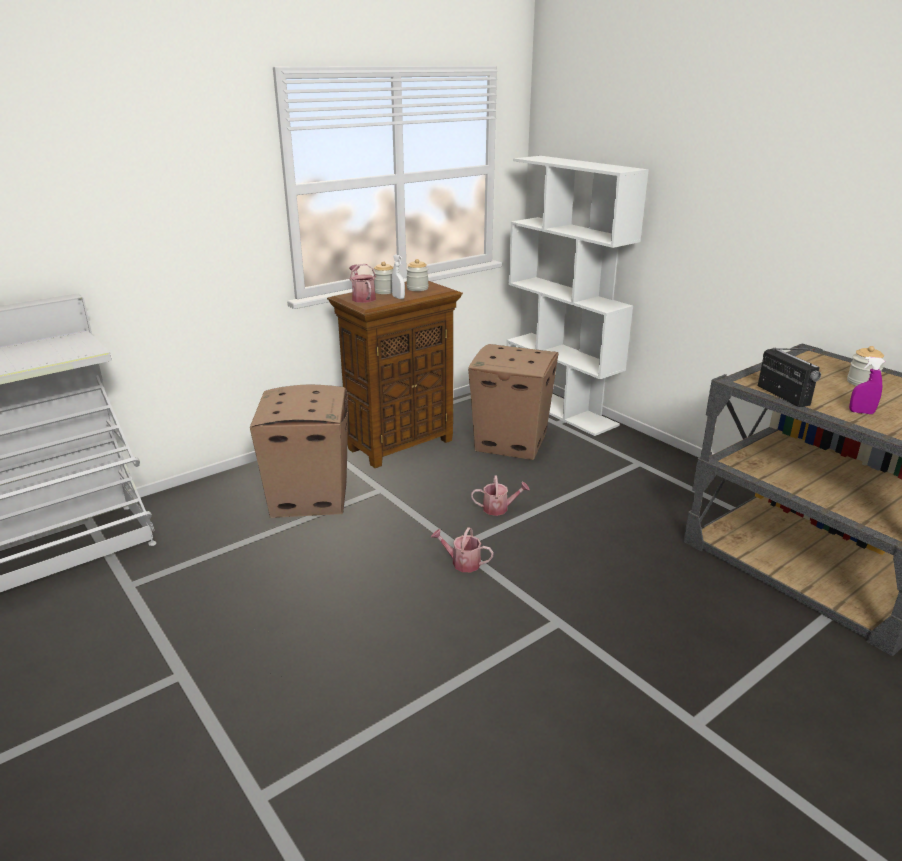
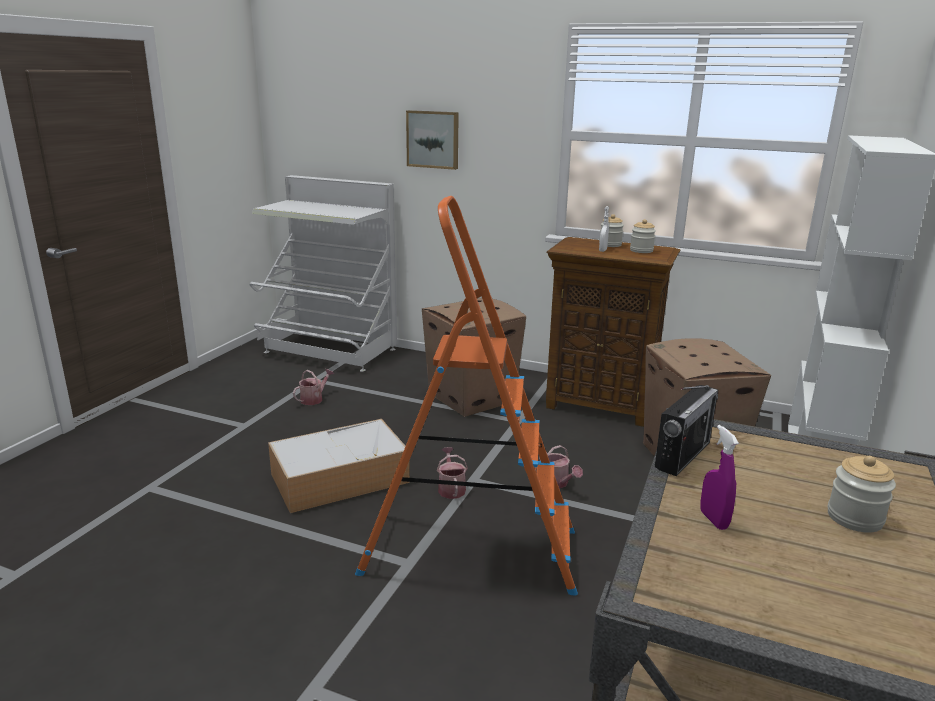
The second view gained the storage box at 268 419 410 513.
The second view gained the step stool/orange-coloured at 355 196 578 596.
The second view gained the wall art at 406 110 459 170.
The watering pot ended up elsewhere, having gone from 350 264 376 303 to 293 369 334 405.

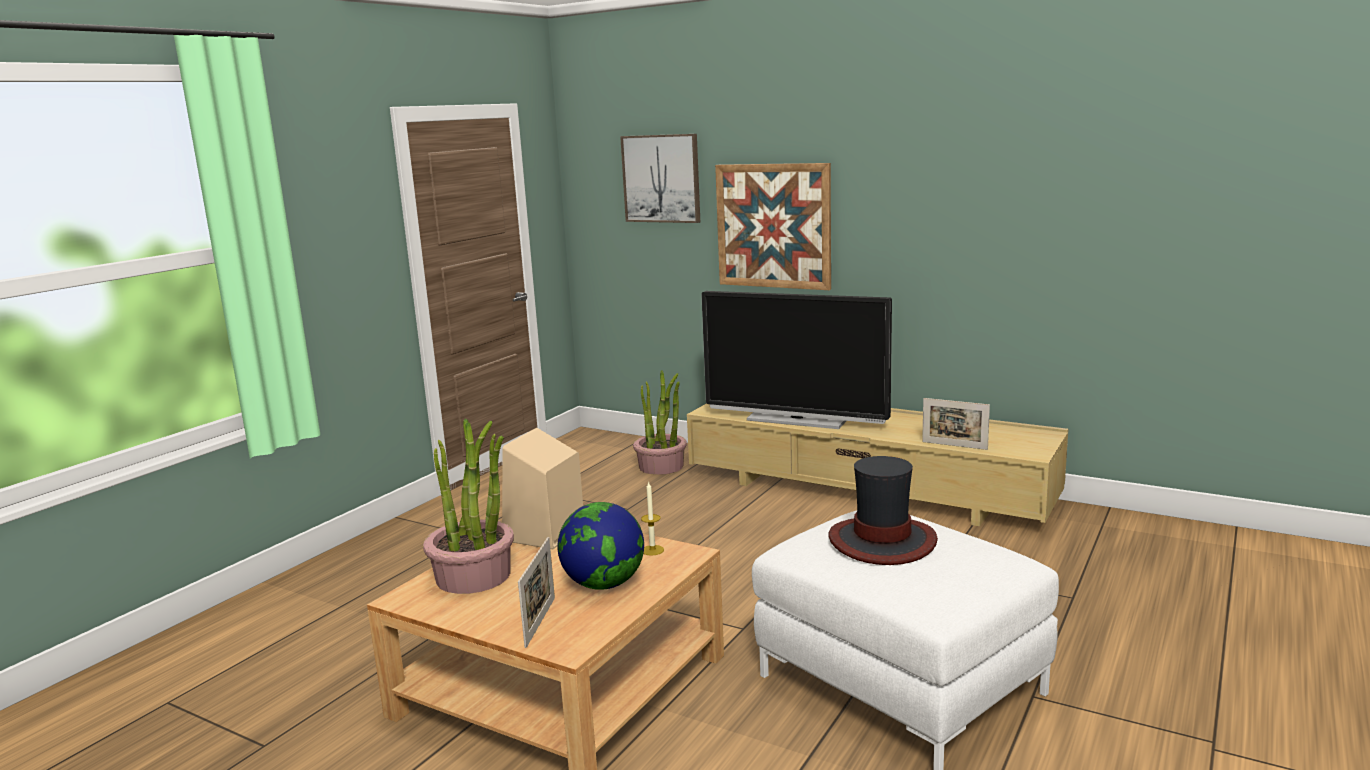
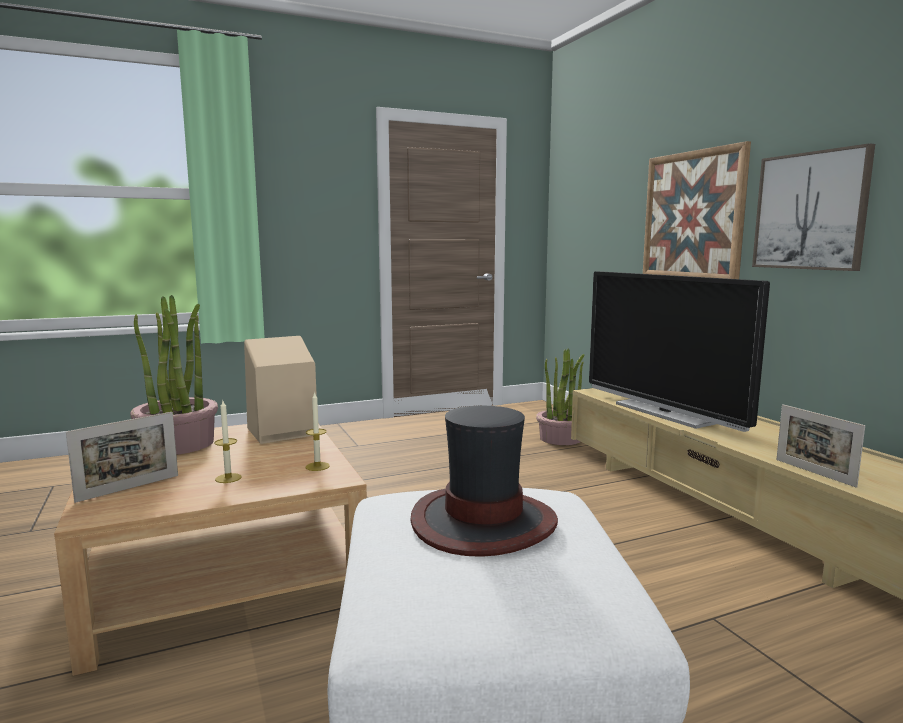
The wall art ended up elsewhere, having gone from 620 134 700 223 to 752 143 875 271.
Where the globe stood at 557 502 644 590, the wax candle came to stand at 214 401 242 483.

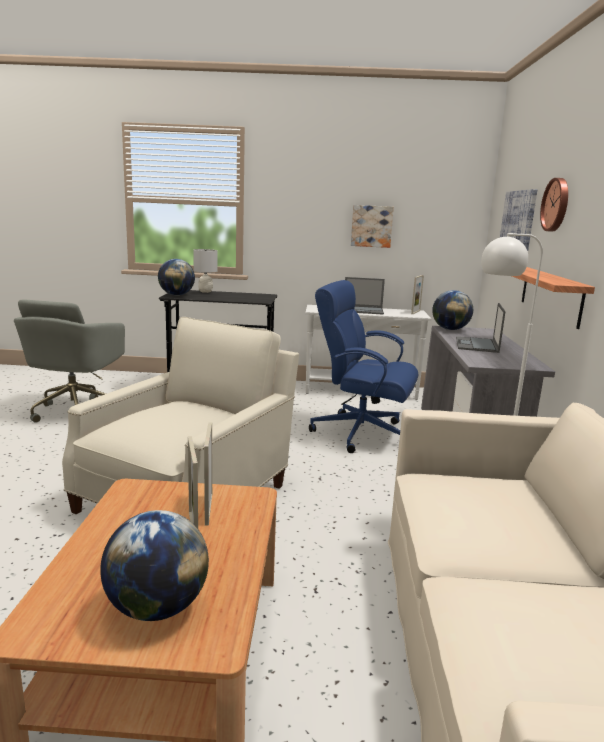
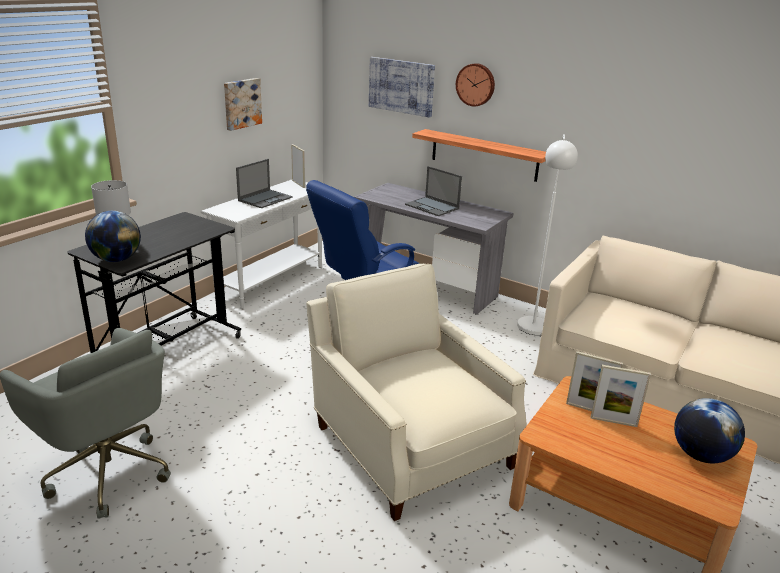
The second view lost the globe at 432 290 473 330.

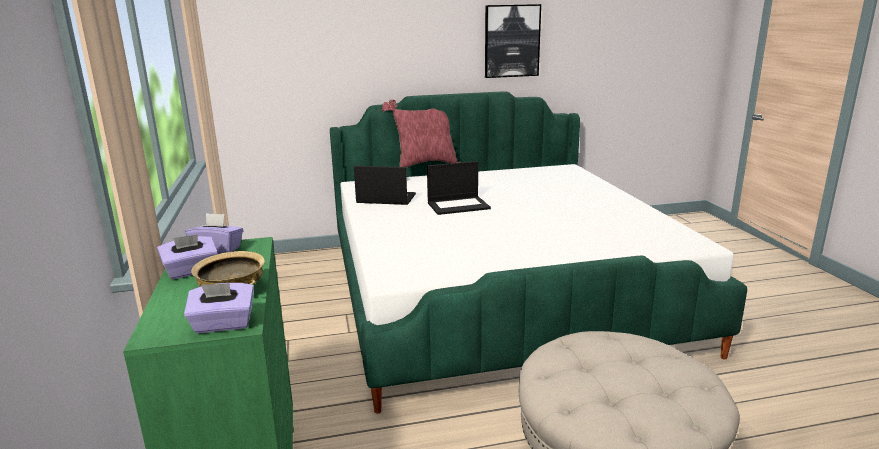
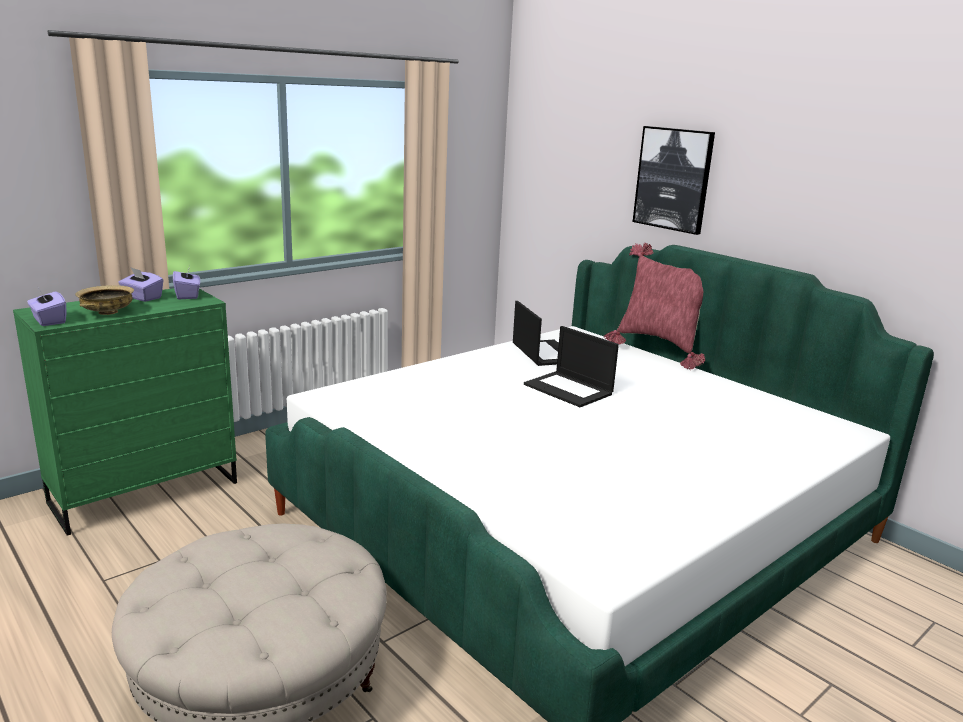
The wall art ended up elsewhere, having gone from 485 4 541 78 to 633 126 715 235.

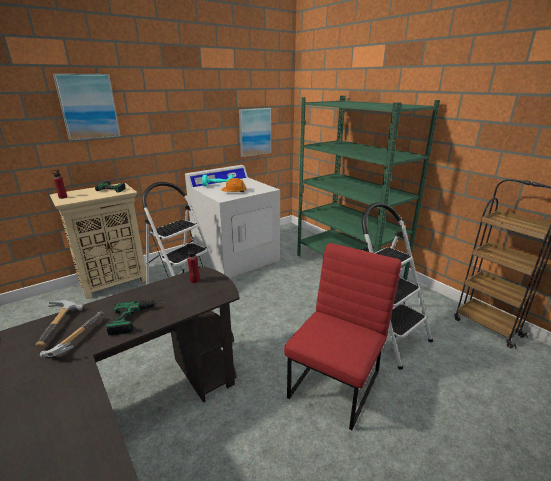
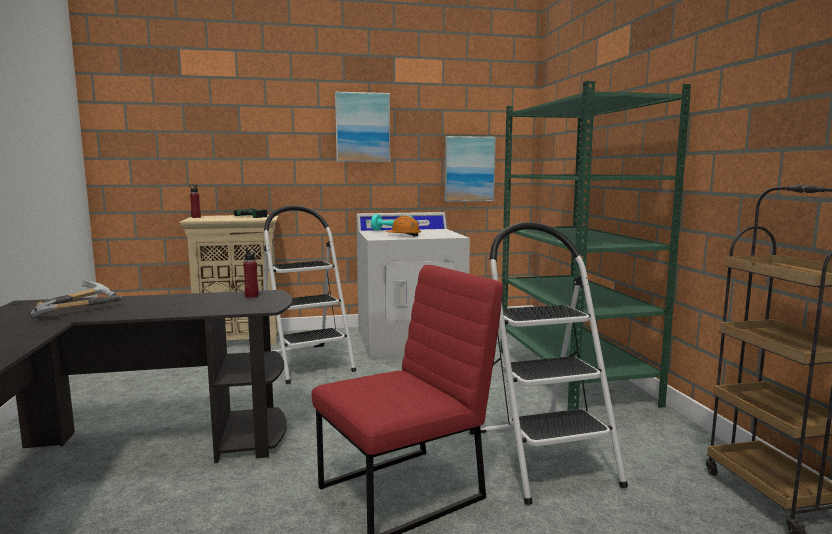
The second view lost the electric drill at 106 300 165 336.
The wall art ended up elsewhere, having gone from 53 73 121 141 to 335 92 390 162.

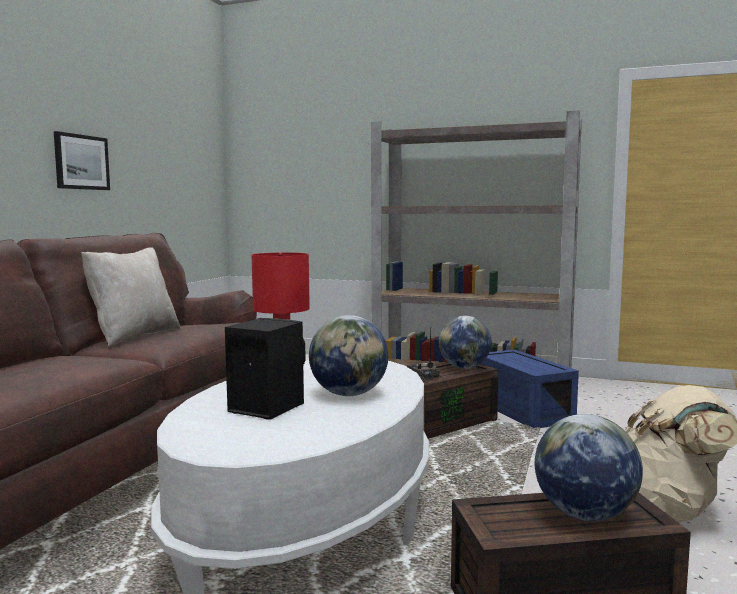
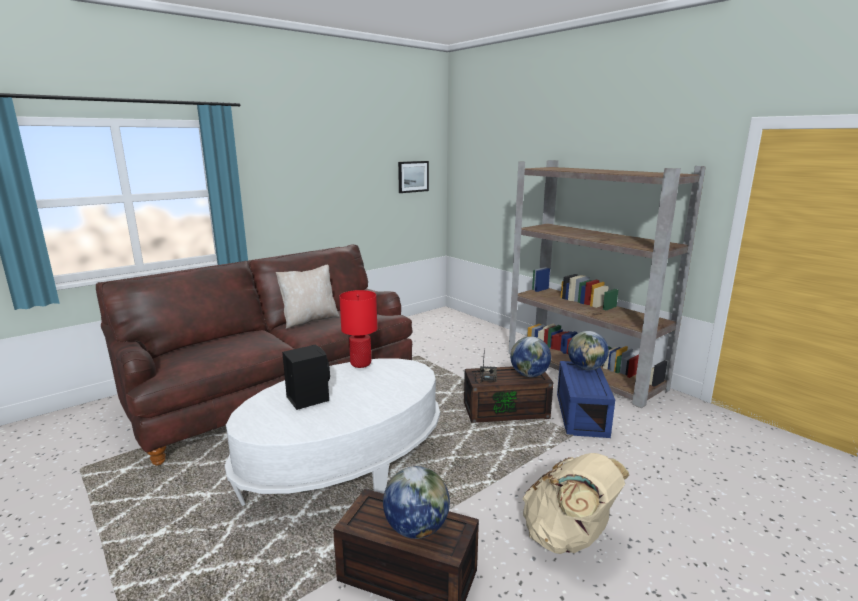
The wall art ended up elsewhere, having gone from 54 131 110 190 to 398 161 429 193.
The globe ended up elsewhere, having gone from 309 315 389 396 to 568 331 609 370.

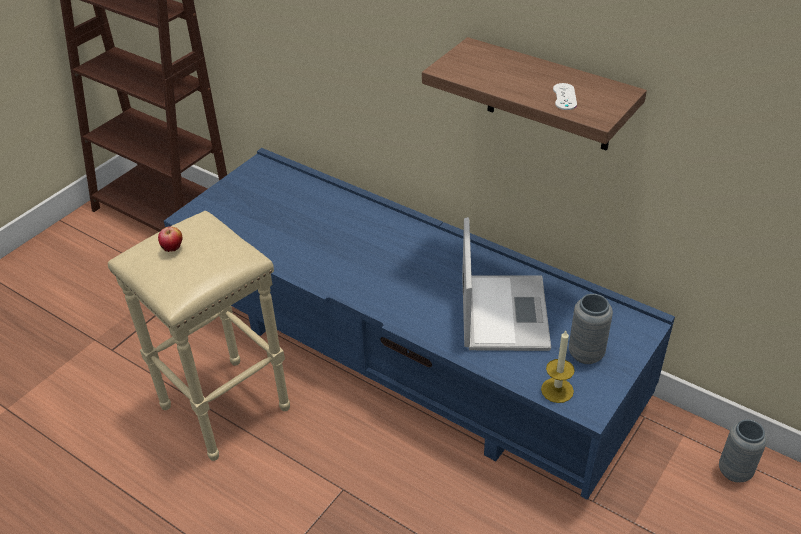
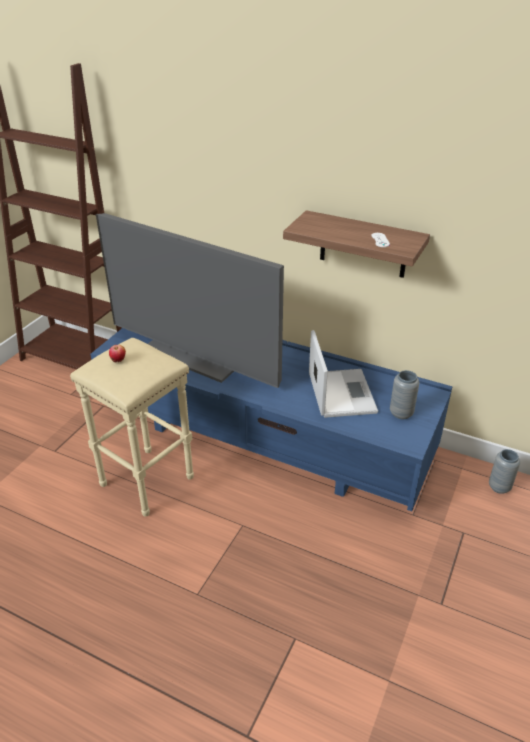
The second view lost the wax candle at 541 331 575 403.
The second view gained the TV at 96 213 284 388.

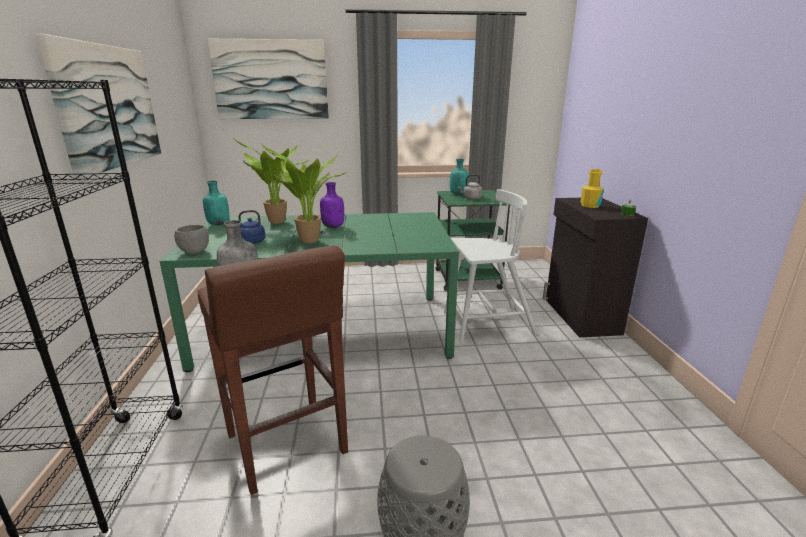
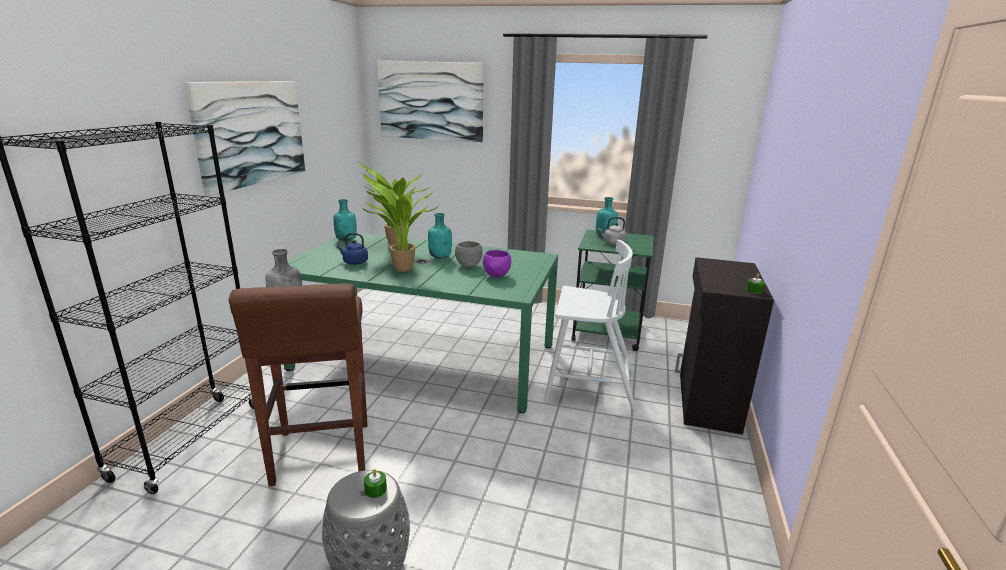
The second view lost the beverage bottle/yellow at 580 169 604 208.
The second view gained the wax candle/greenish at 364 469 387 498.
The second view gained the serving bowl/purplish at 483 250 511 277.
The serving bowl/grey ended up elsewhere, having gone from 174 224 209 254 to 455 241 483 267.
What was the beverage bottle/purplish at 320 182 344 228 turned into the beverage bottle/turquoise at 428 213 452 258.

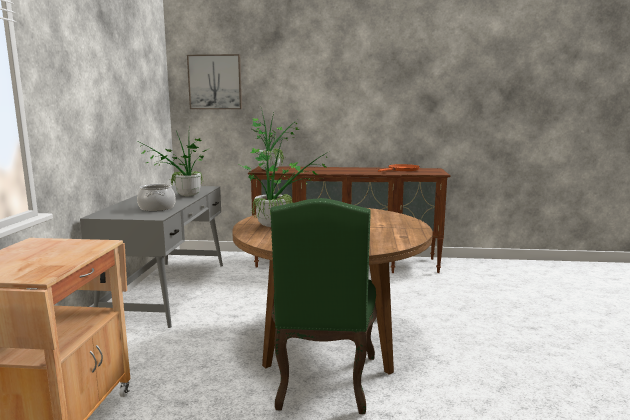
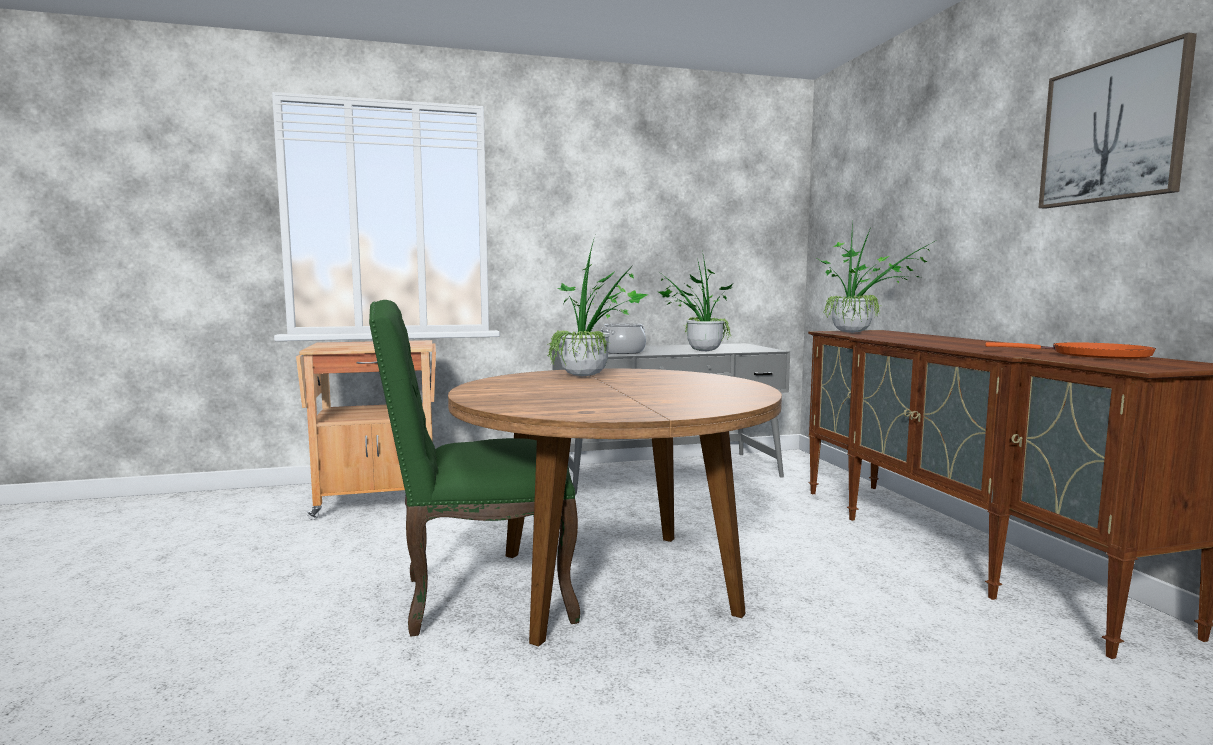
The wall art ended up elsewhere, having gone from 187 54 242 109 to 1039 32 1197 208.

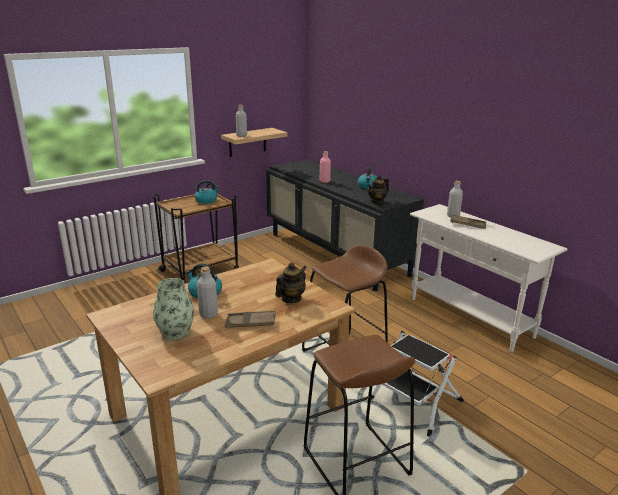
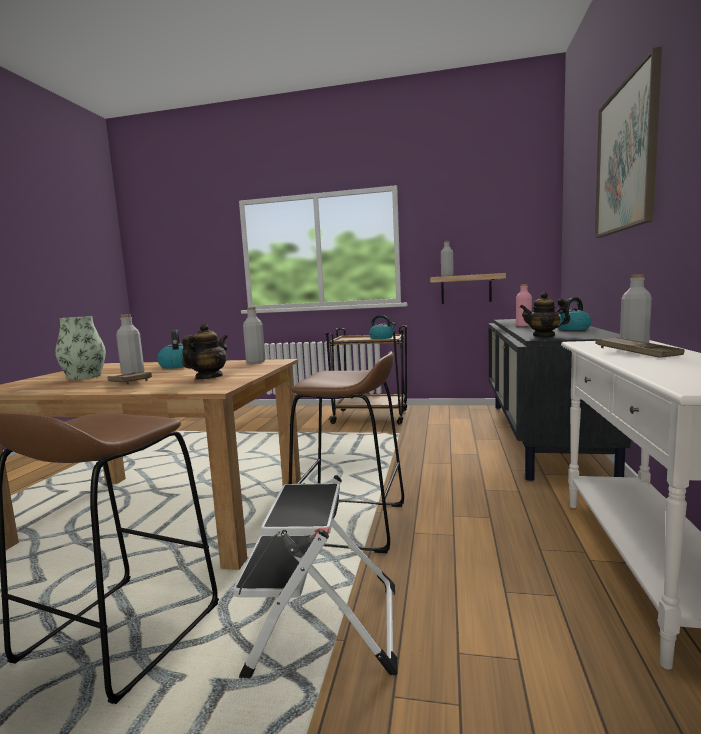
The second view gained the beverage bottle/grey at 243 307 265 363.
The second view gained the wall art at 595 47 662 238.
The teapot at 275 262 307 303 ended up facing another way, 60 degrees counterclockwise from before.

